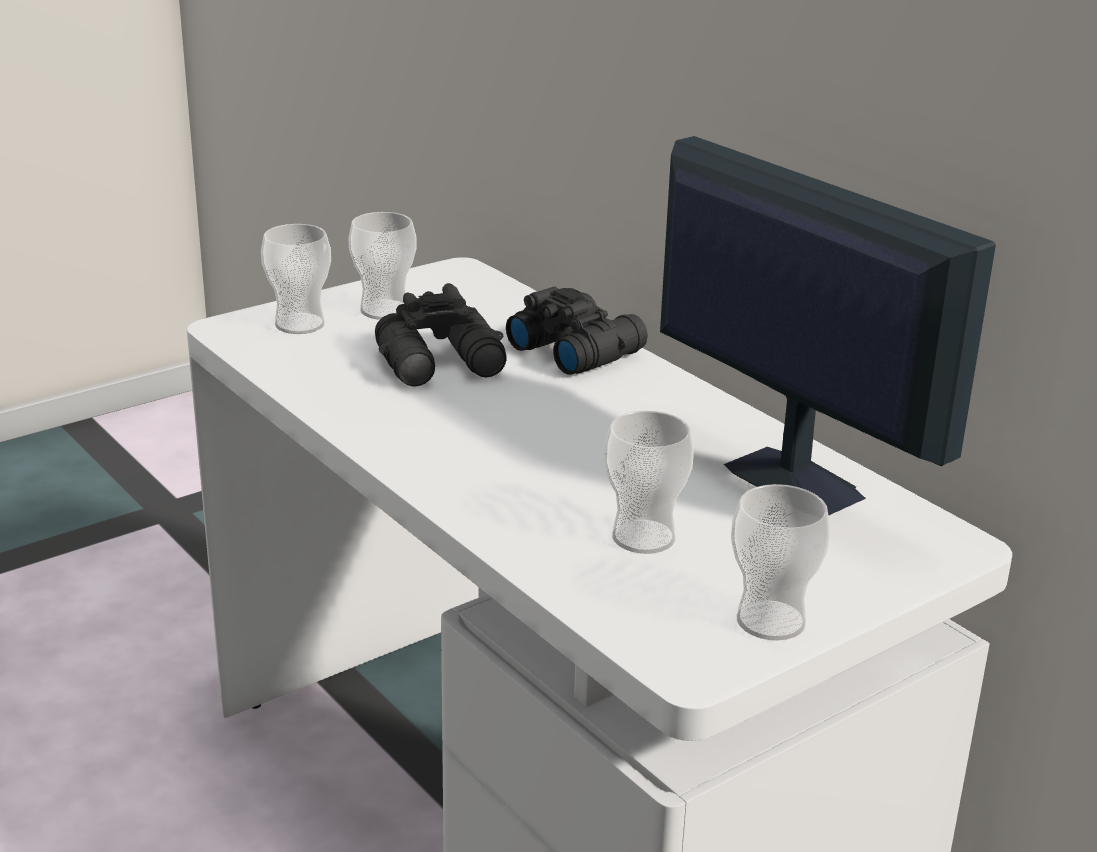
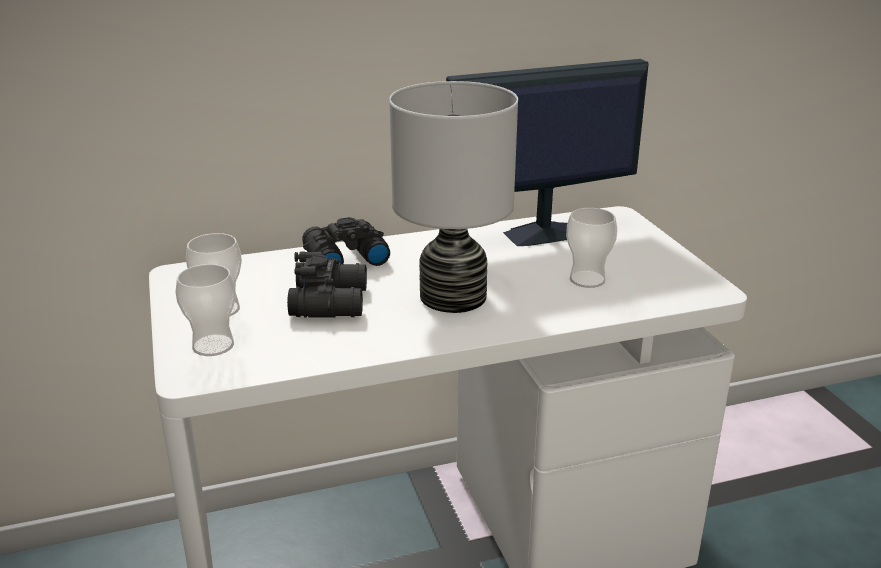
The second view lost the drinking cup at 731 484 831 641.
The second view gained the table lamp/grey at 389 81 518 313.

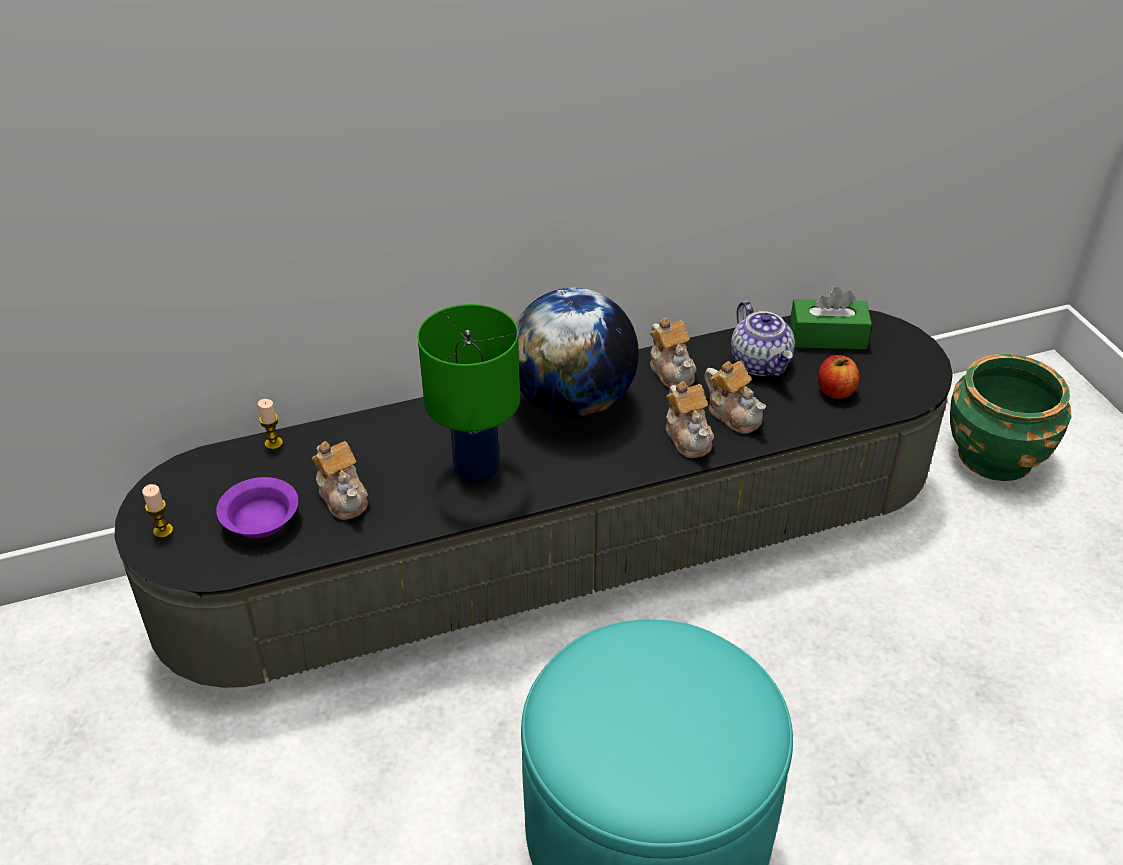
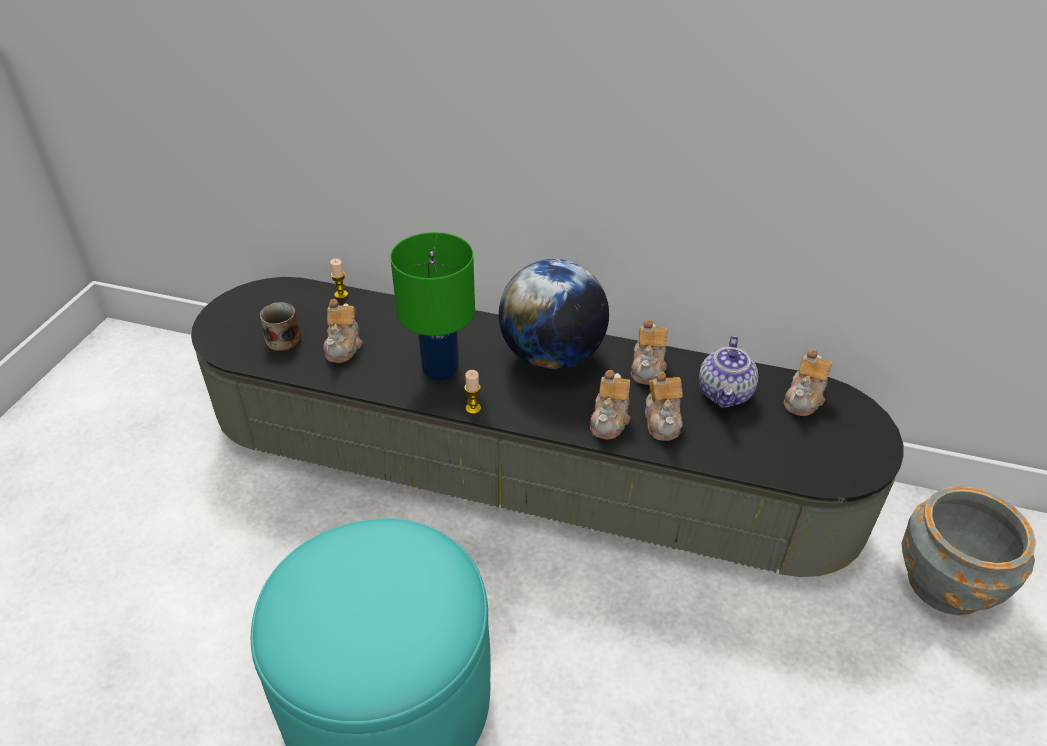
The second view lost the apple fruit at 818 355 859 399.
The wax candle ended up elsewhere, having gone from 142 484 173 538 to 464 370 481 414.
Where the serving bowl/purplish stood at 216 477 298 538, the coffee mug came to stand at 260 302 301 351.
Where the tissue holder/greenish stood at 790 287 872 349, the teapot came to stand at 784 349 832 416.
What was the flower pot/greenish at 950 354 1072 481 turned into the flower pot/grey at 902 486 1036 616.

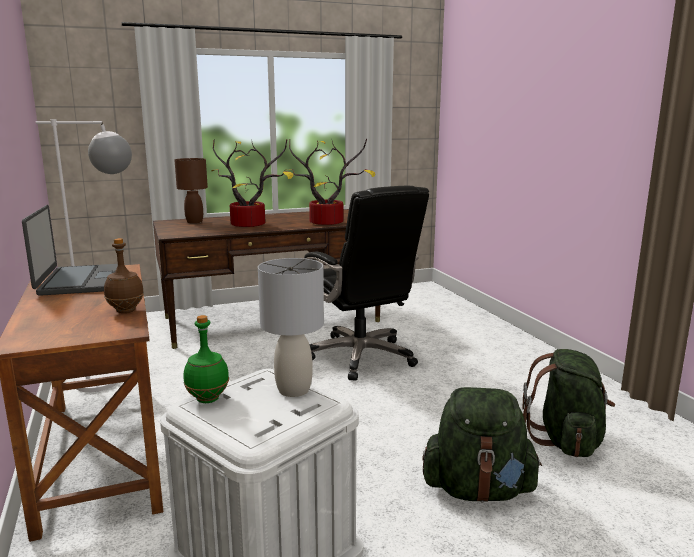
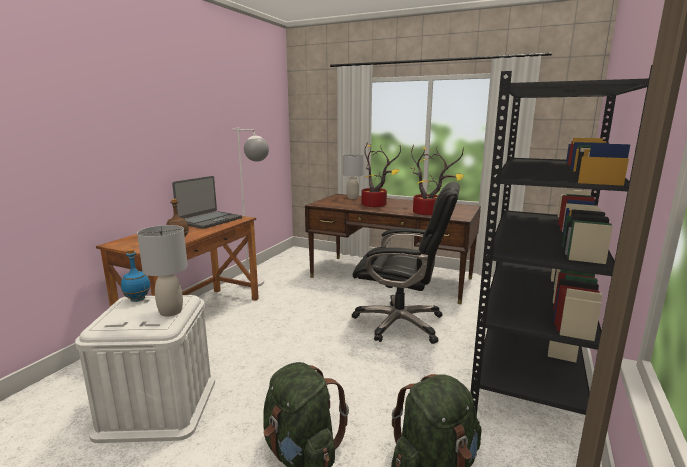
The second view gained the bookcase/blackish at 471 65 652 415.
What was the table lamp/brownish at 174 158 208 223 turned into the table lamp/grey at 343 154 364 199.
What was the beverage bottle/greenish at 183 315 229 403 turned into the beverage bottle/blue at 121 249 151 302.
The computer chair/blackish at 304 186 429 381 ended up facing another way, 90 degrees counterclockwise from before.

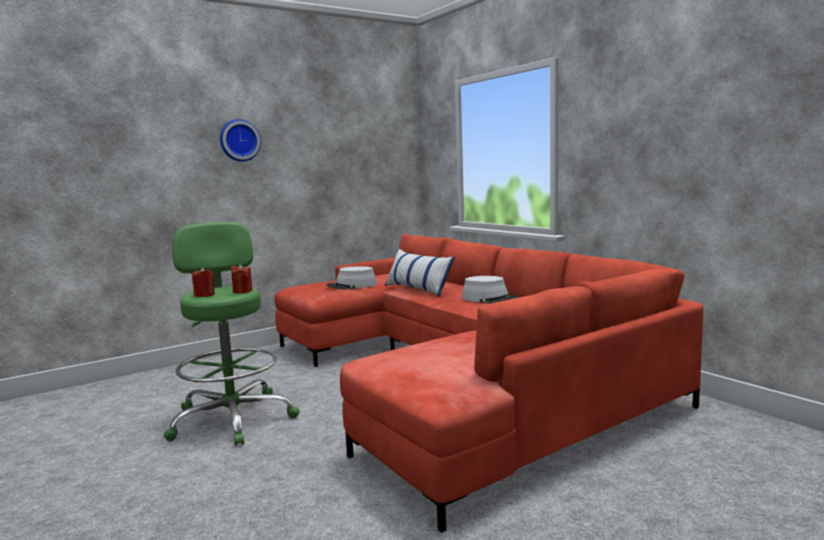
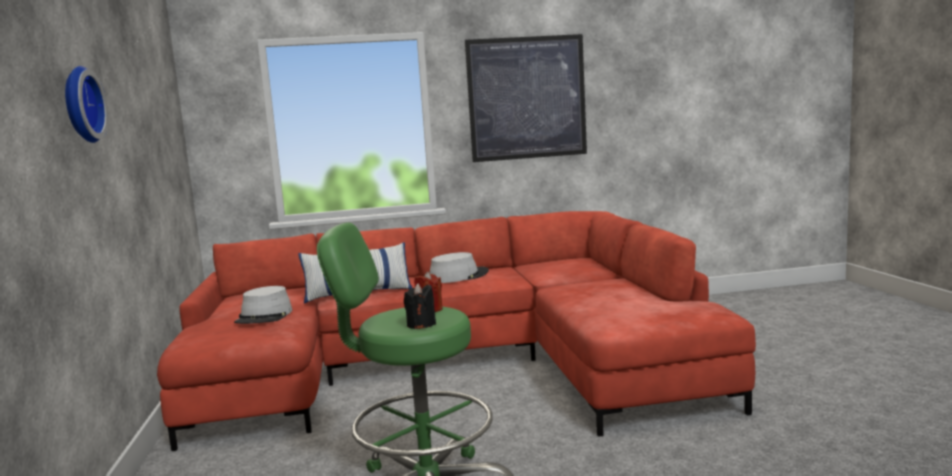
The second view gained the wall art at 465 34 587 162.
What was the wax candle/reddish at 192 267 215 297 turned into the wax candle/blackish at 404 283 436 329.

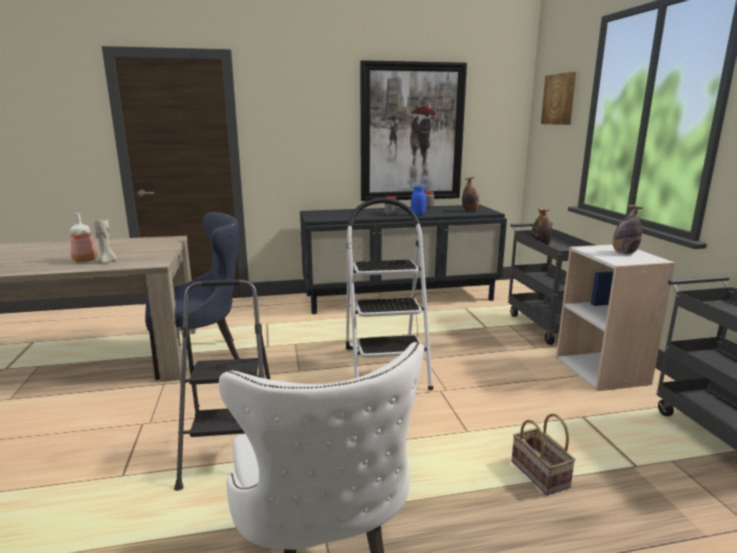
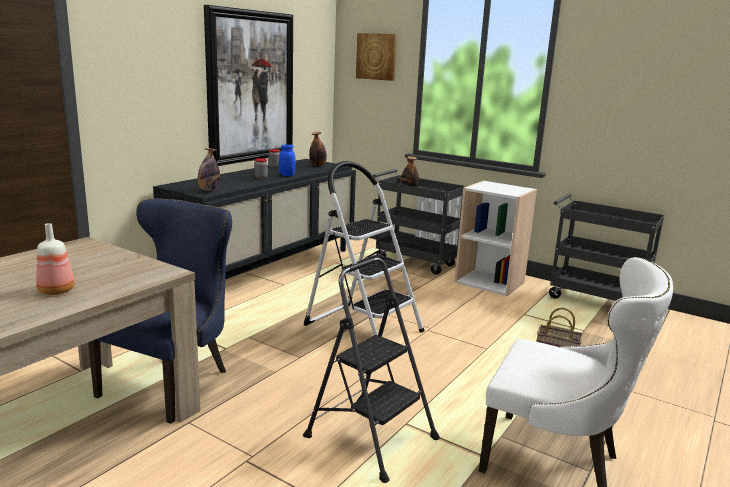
The second view lost the wax candle/beige-coloured at 93 219 117 263.
The beverage bottle ended up elsewhere, having gone from 613 205 643 254 to 198 148 220 191.

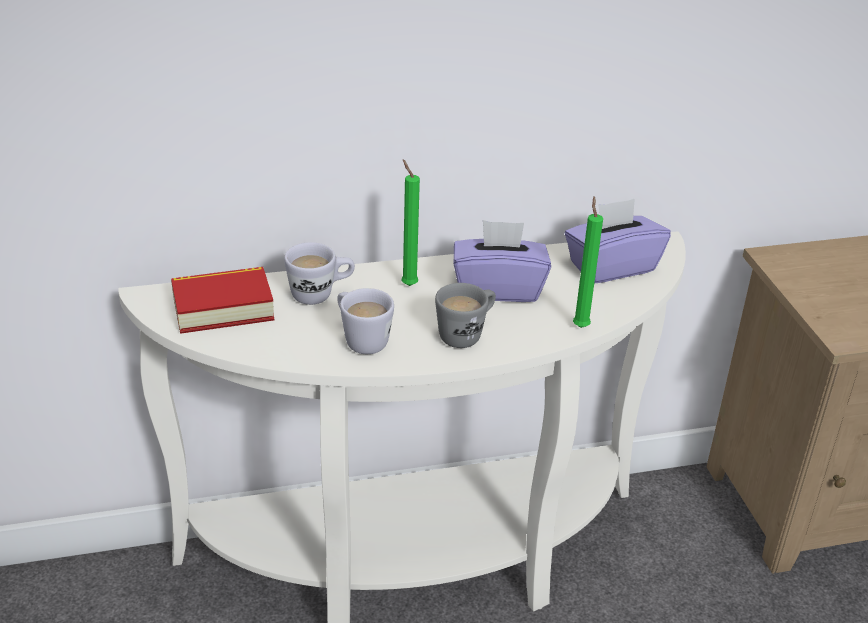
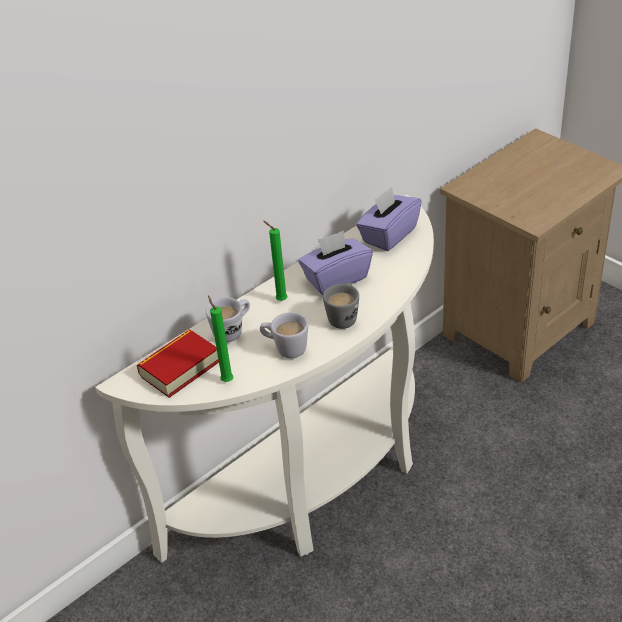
The wax candle/greenish ended up elsewhere, having gone from 573 197 603 328 to 208 296 233 382.

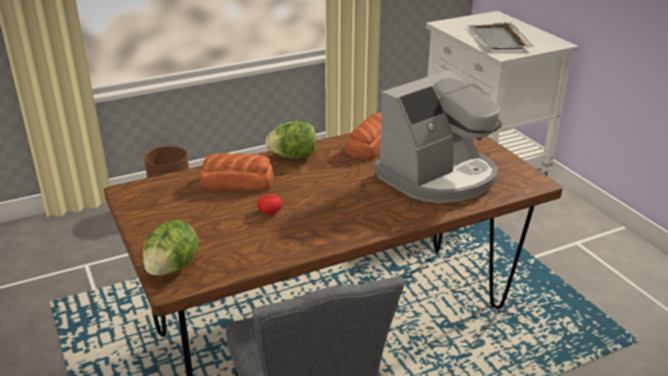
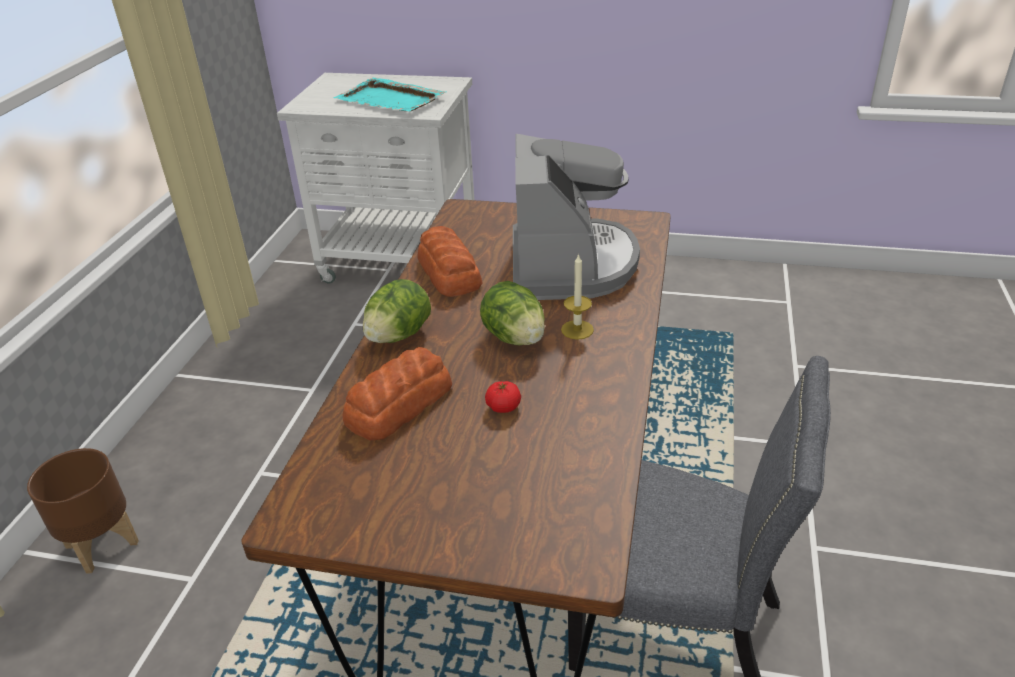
The second view gained the wax candle at 561 253 594 340.
The lettuce head ended up elsewhere, having gone from 143 220 199 276 to 480 281 545 345.
What was the serving tray/grey at 467 22 534 50 turned into the serving tray/turquoise at 334 78 446 112.

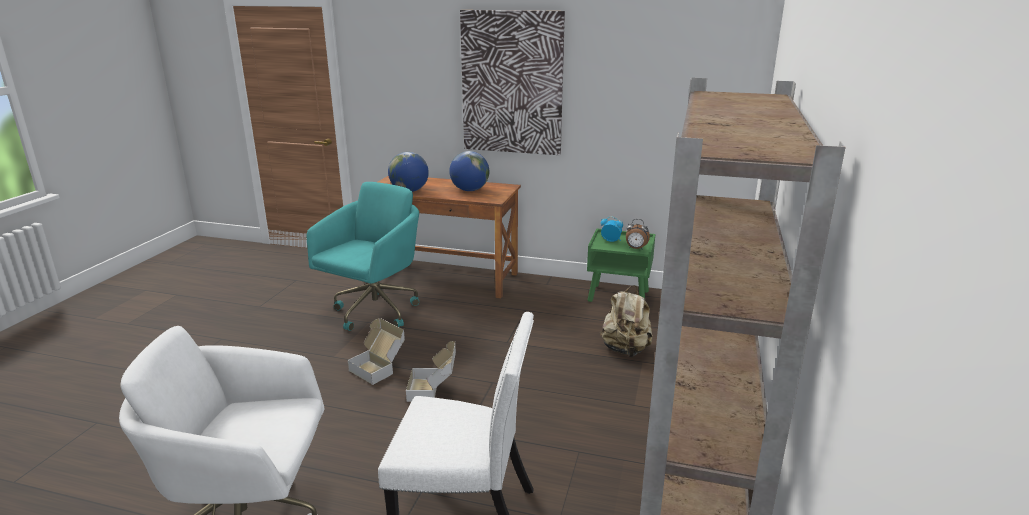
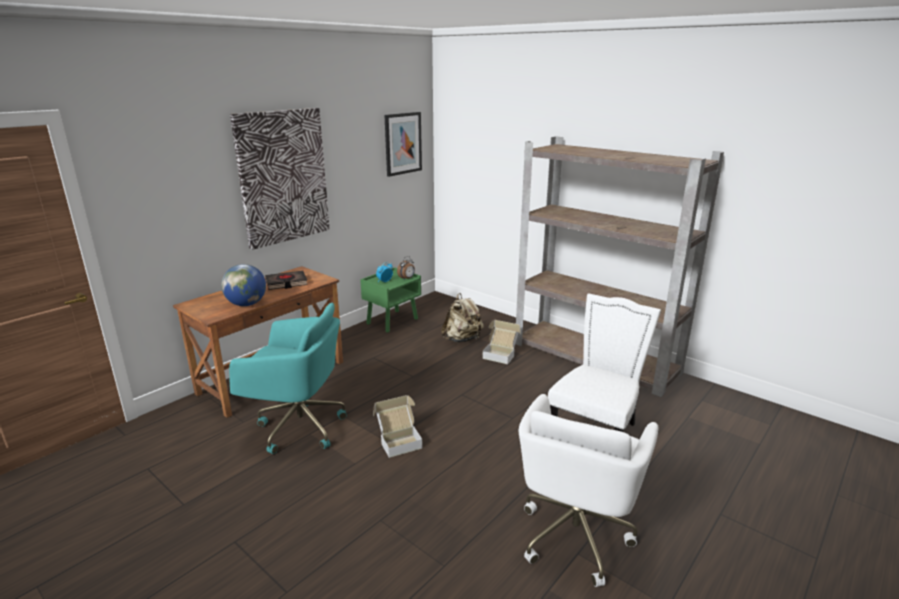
The second view gained the wall art at 384 112 422 177.
The cardboard box ended up elsewhere, having gone from 406 341 456 402 to 482 320 521 364.
Where the globe stood at 449 151 489 191, the bound book/blackish came to stand at 265 271 308 290.
The computer chair/turquoise at 307 182 419 331 ended up facing another way, 135 degrees clockwise from before.

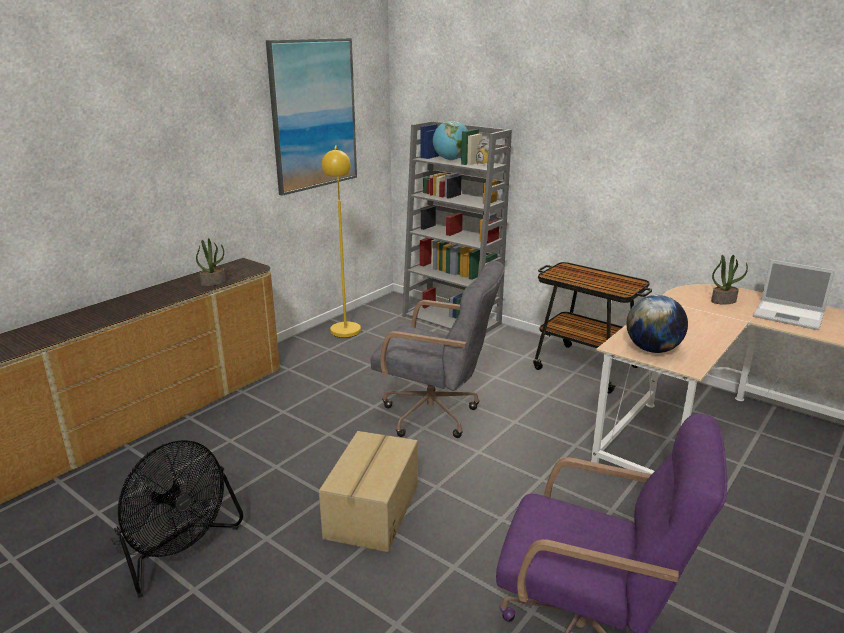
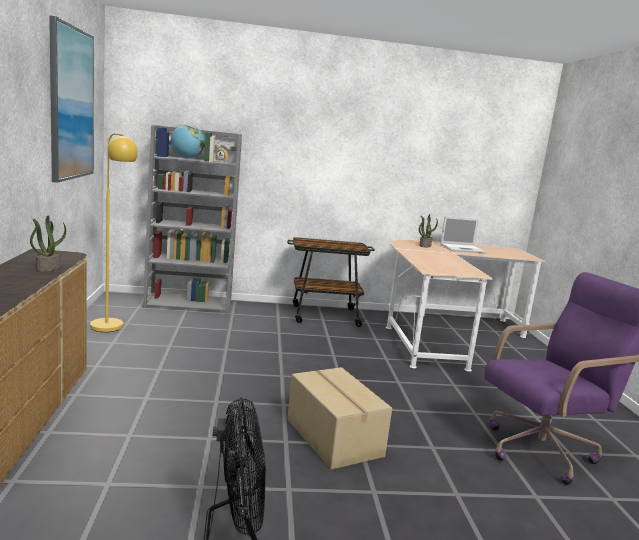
The second view lost the computer chair/grey at 370 261 505 438.
The second view lost the globe at 626 295 688 353.

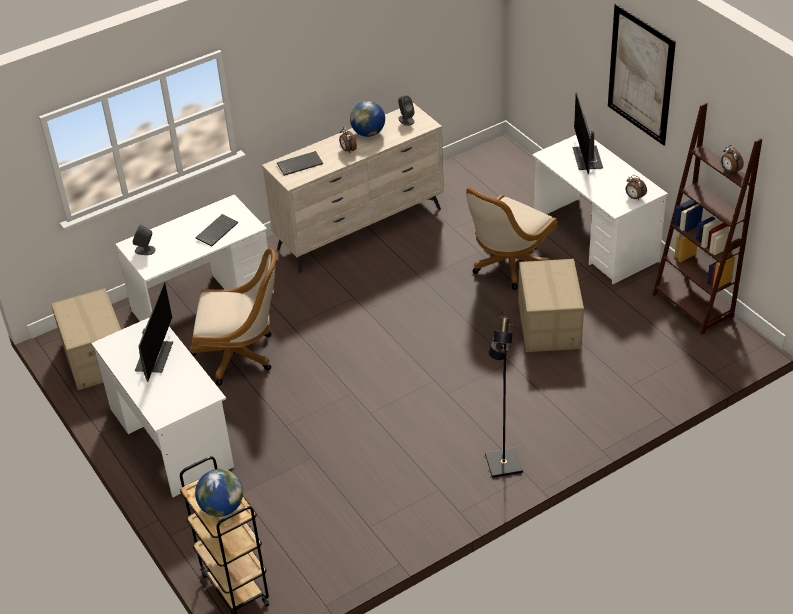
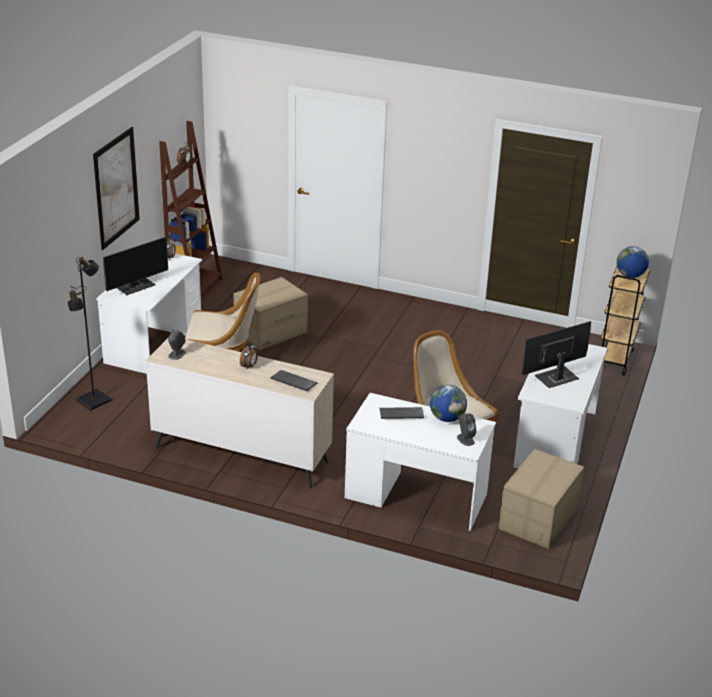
The globe ended up elsewhere, having gone from 350 101 385 137 to 430 385 467 422.
The standard lamp/blackish ended up elsewhere, having gone from 485 311 523 478 to 68 257 112 411.

